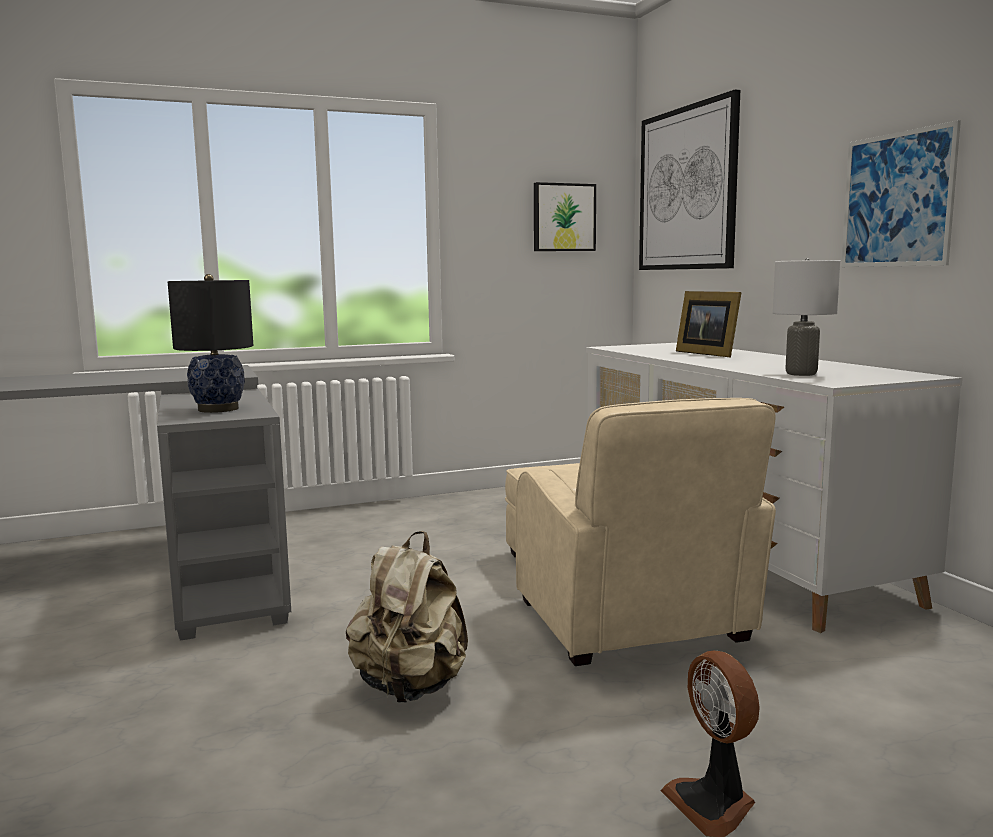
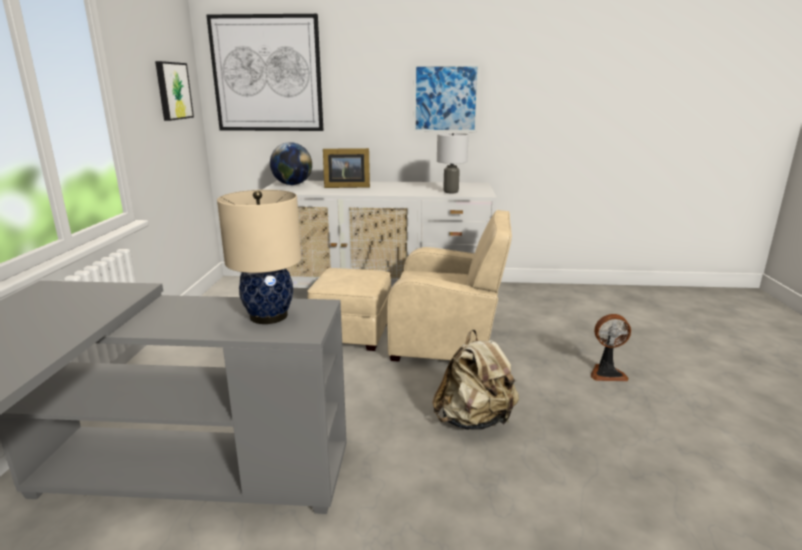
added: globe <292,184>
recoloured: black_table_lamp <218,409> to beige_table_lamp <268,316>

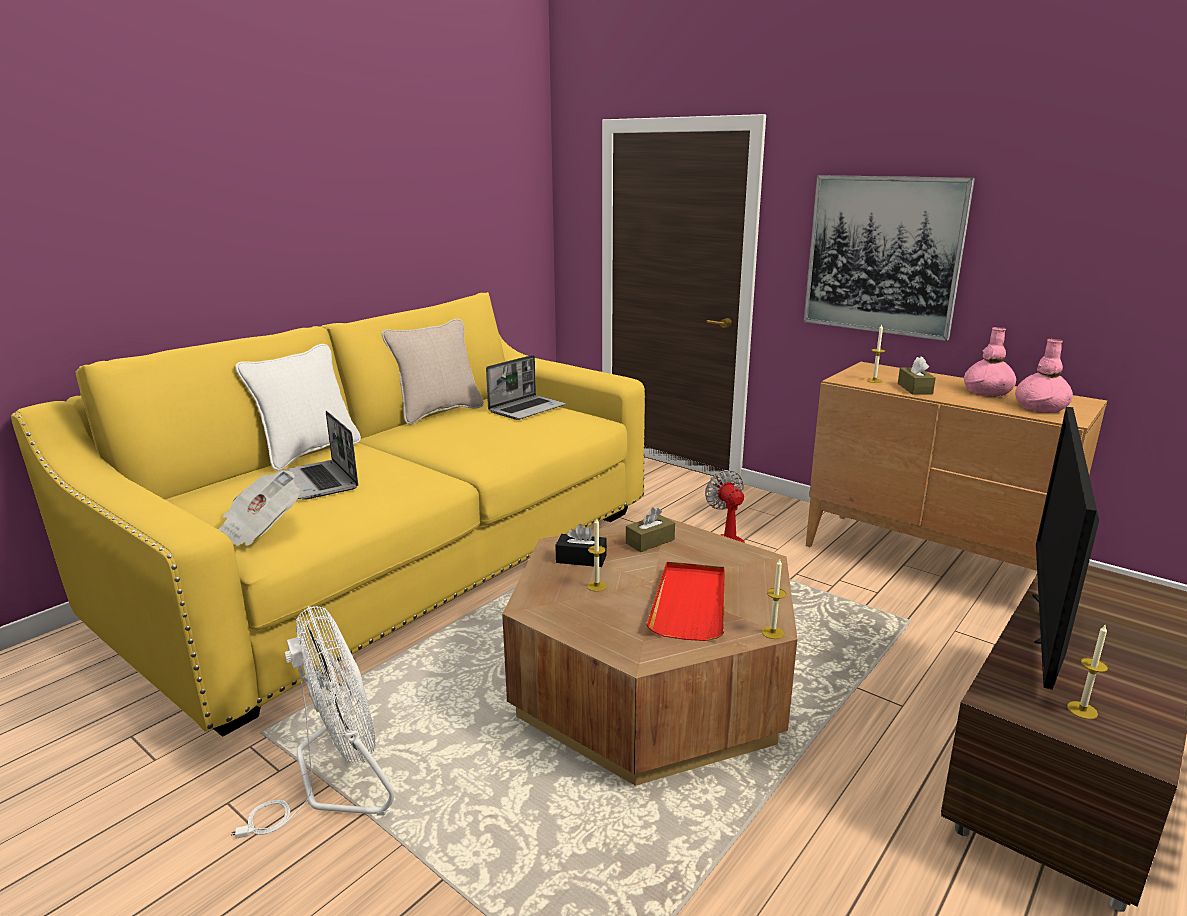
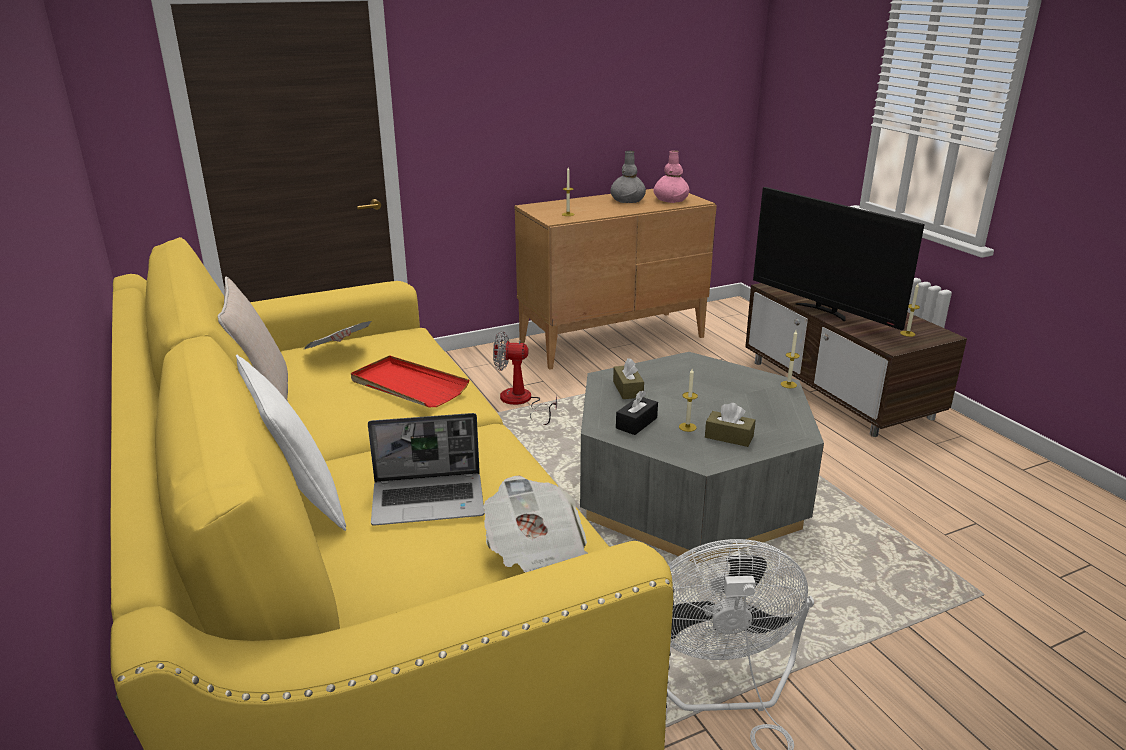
removed: picture <883,255>
moved: red_tray <690,603> to <408,386>; brown_tissue_box <914,389> to <729,437>
replaced: laptop <527,409> to newspaper <339,353>
recoloured: brown_coffee_table <650,684> to grey_coffee_table <689,490>; pink_vase <987,392> to grey_vase <628,200>

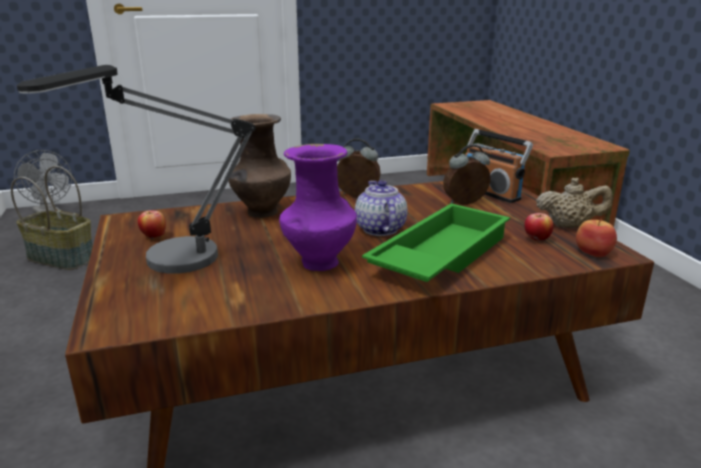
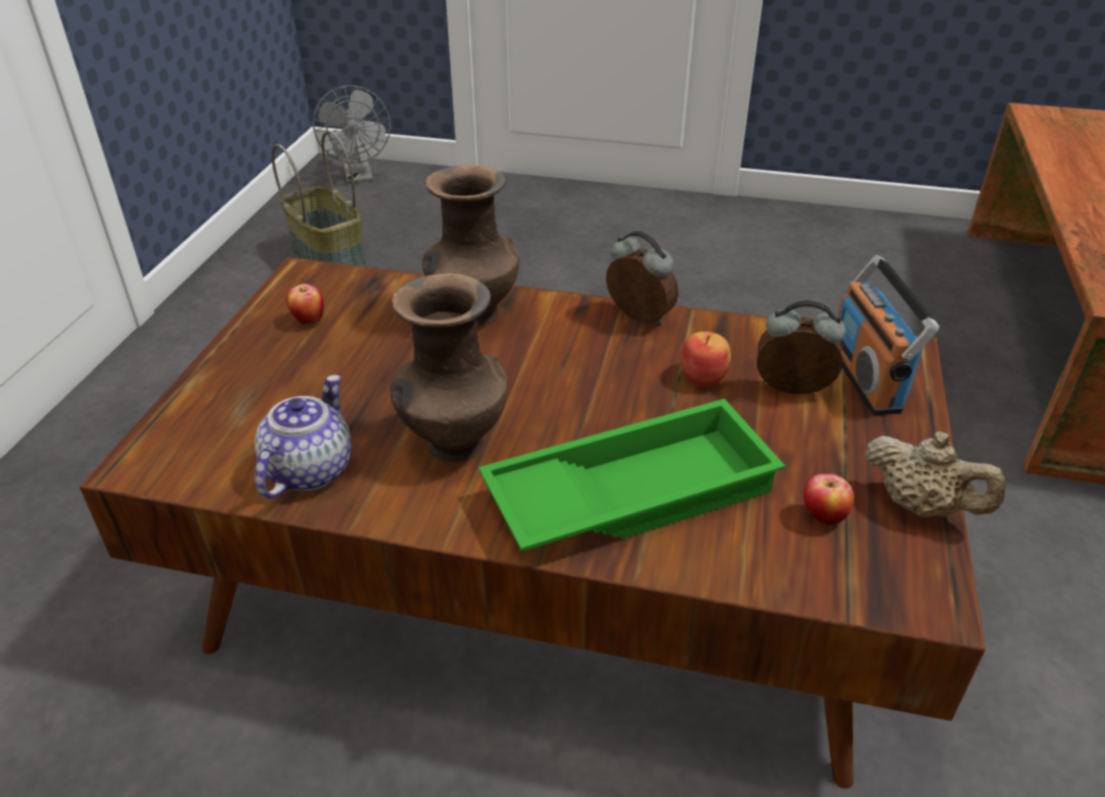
removed: table_lamp <167,266>
moved: teapot <379,229> to <308,469>; apple <593,252> to <703,377>
recoloured: purple_vase <318,263> to brown_vase <453,445>

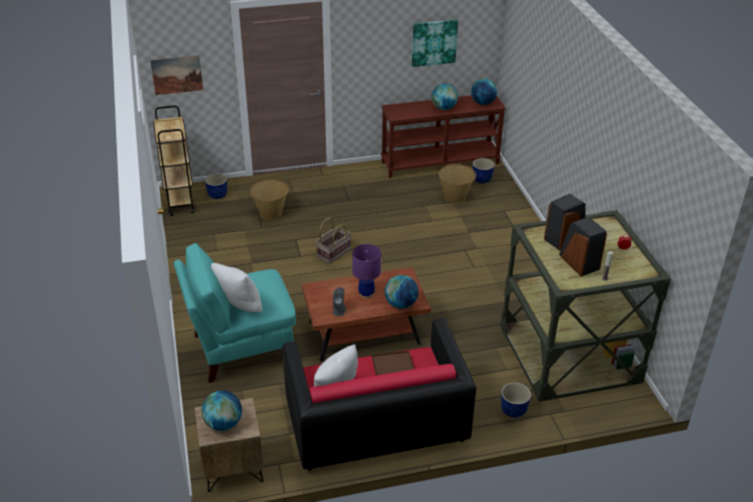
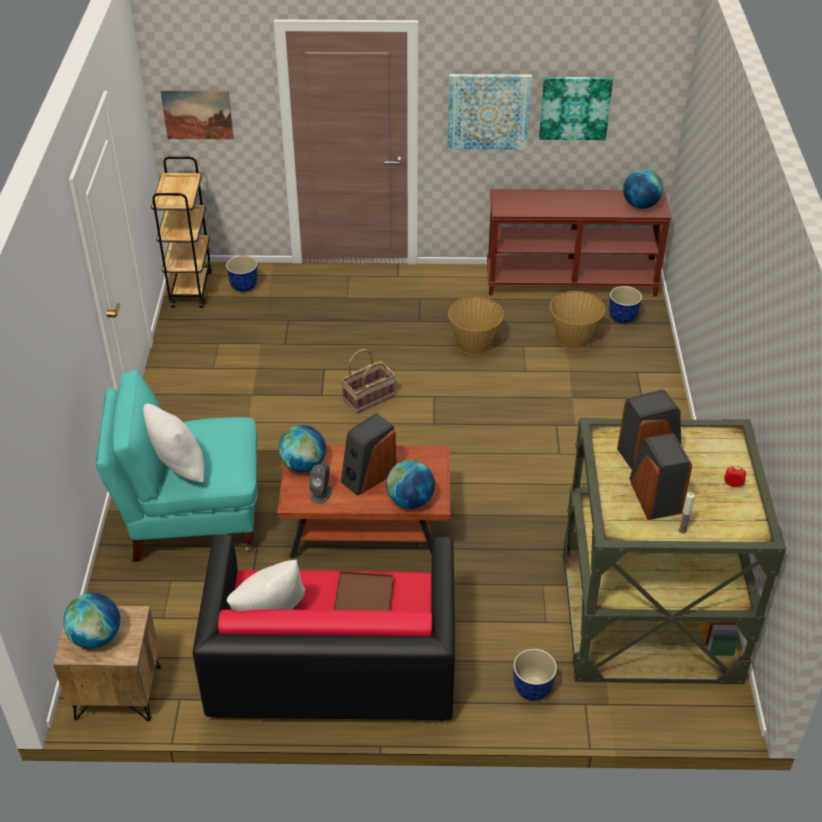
added: picture <488,111>
moved: basket <271,212> to <474,344>; globe <444,108> to <303,465>
replaced: purple_table_lamp <366,294> to speaker <368,476>

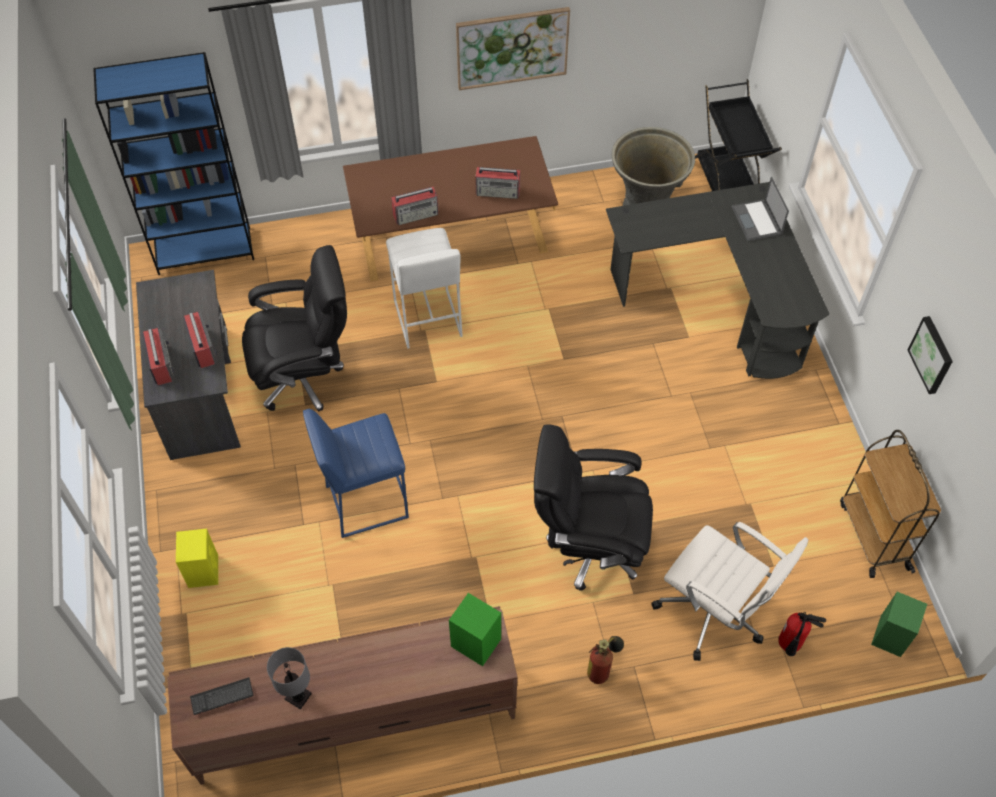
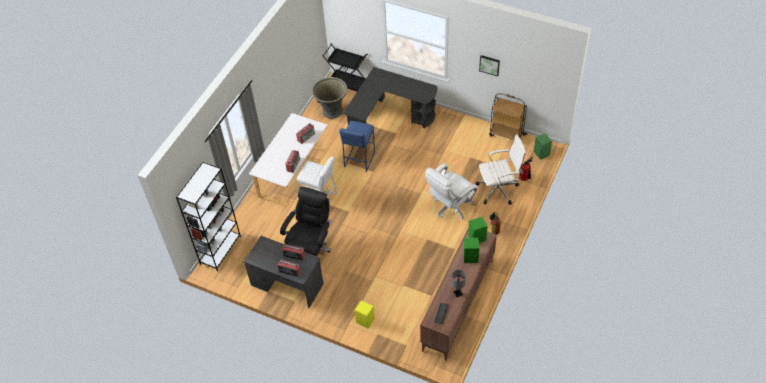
removed: picture <512,47>; laptop <757,221>
added: green_speaker <471,257>
moved: blue_stool <365,502> to <359,160>
recoloured: blue_bookcase <205,250> to white_bookcase <220,250>; brown_desk <452,243> to white_desk <293,173>; black_office_chair <589,547> to white_office_chair <450,207>

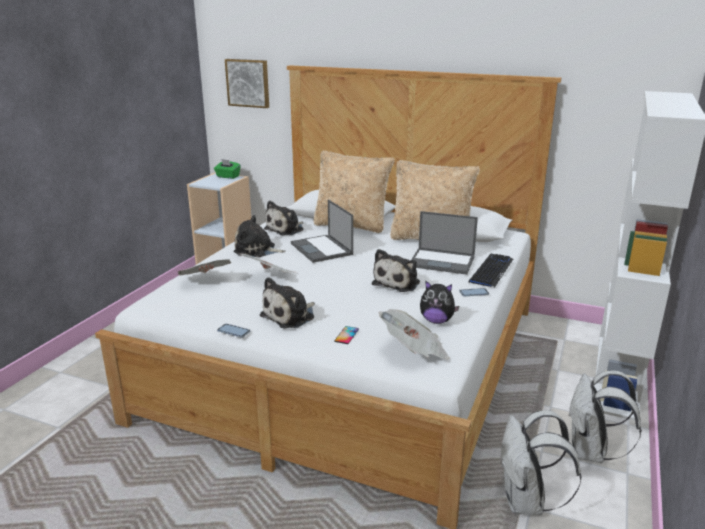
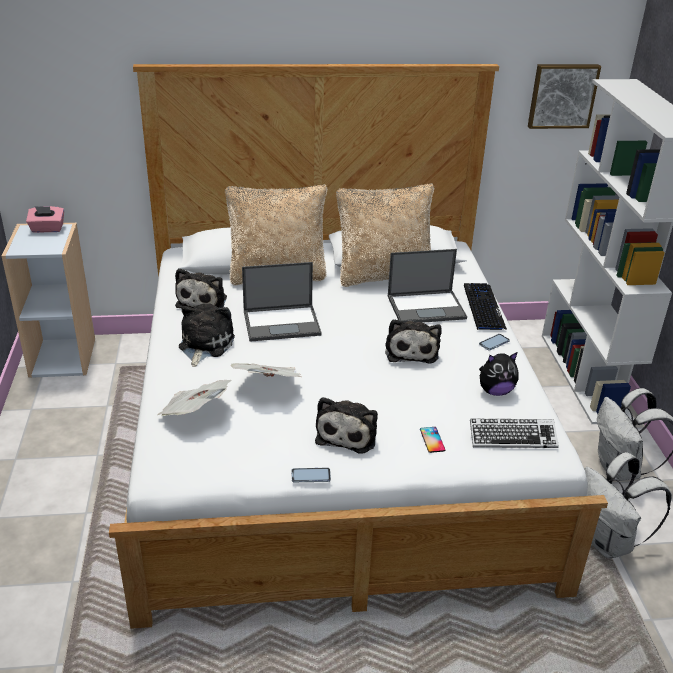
moved: picture <248,83> to <562,95>
replaced: newspaper <414,351> to keyboard <512,437>
recoloured: green_tissue_box <227,176> to pink_tissue_box <47,229>
turned: plush_toy <257,250> = <204,345> 120 degrees clockwise; laptop <322,249> = <282,323> 45 degrees counterclockwise

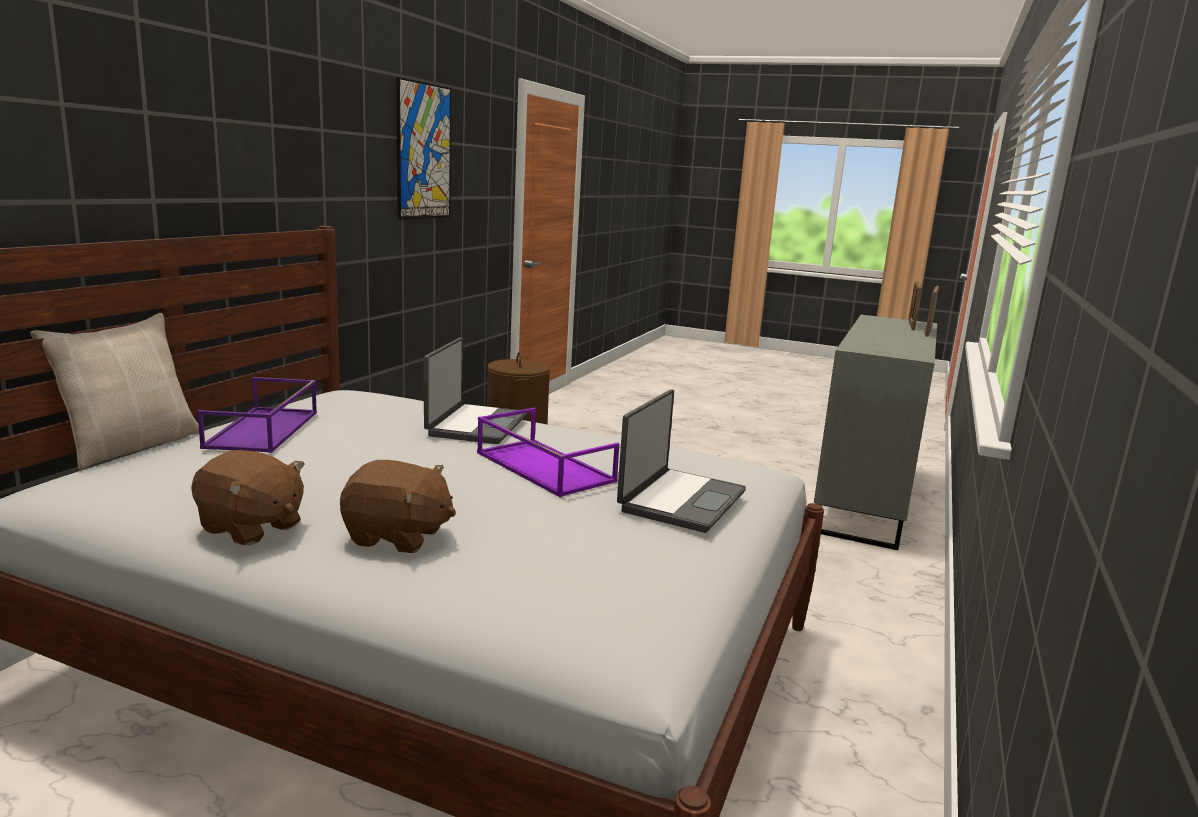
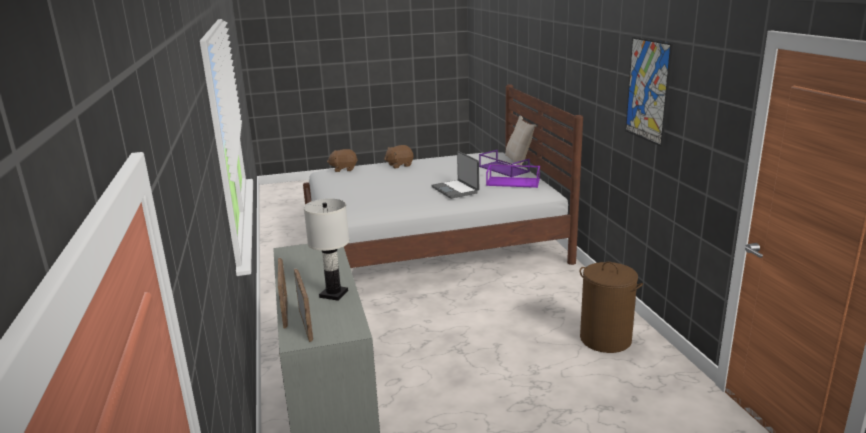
removed: laptop <680,501>
added: white_table_lamp <333,294>
moved: brown_plush_toy <251,528> to <344,169>; purple_tray <542,467> to <513,182>

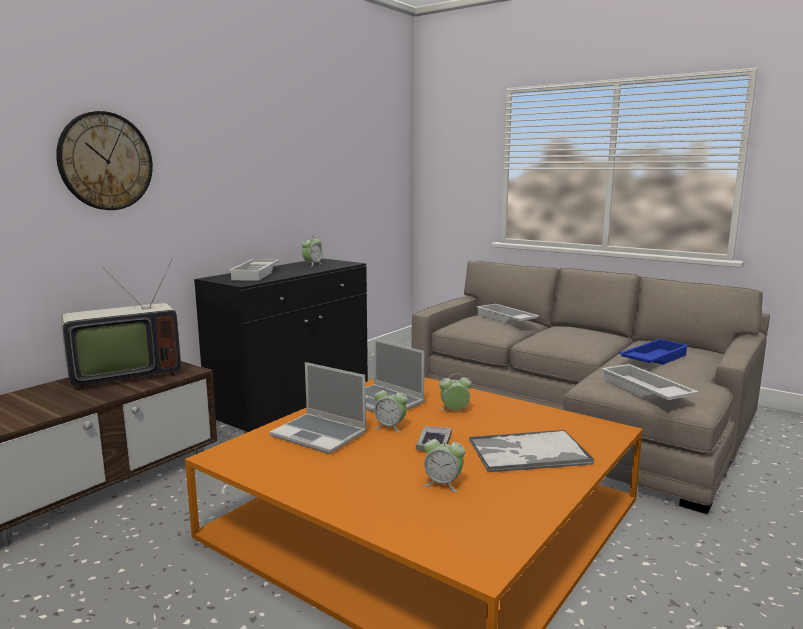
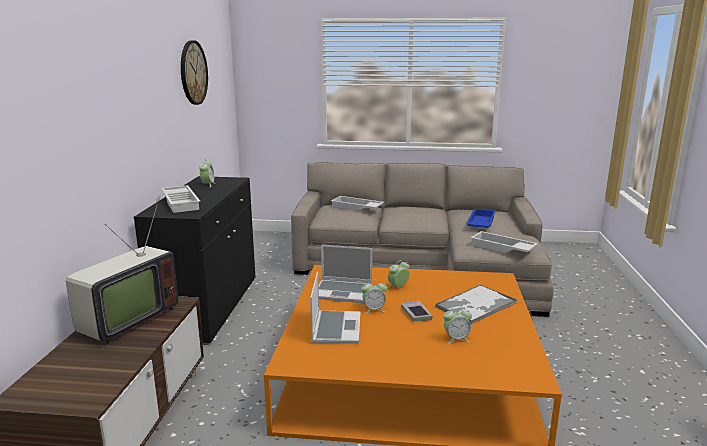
moved: wall_clock <105,161> to <193,73>
turned: laptop <320,434> = <335,328> 90 degrees counterclockwise

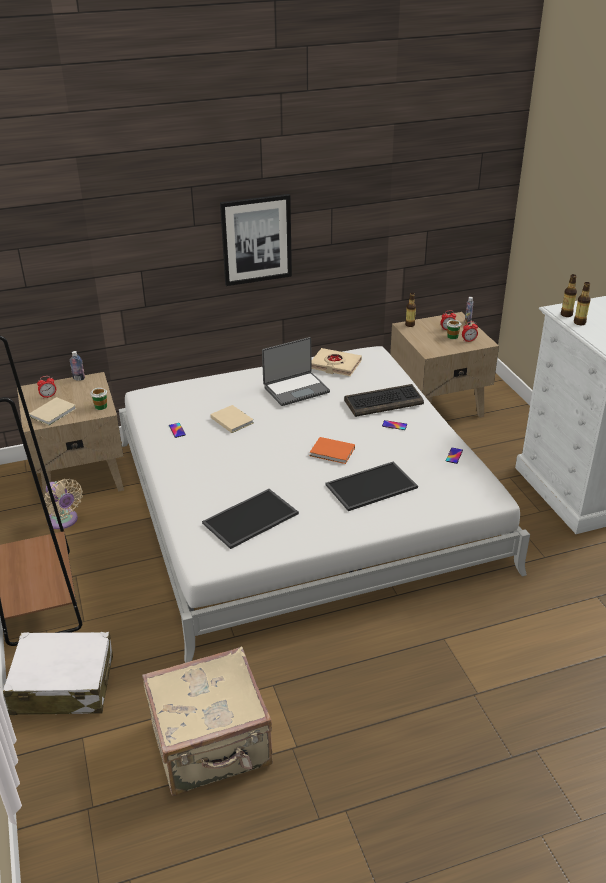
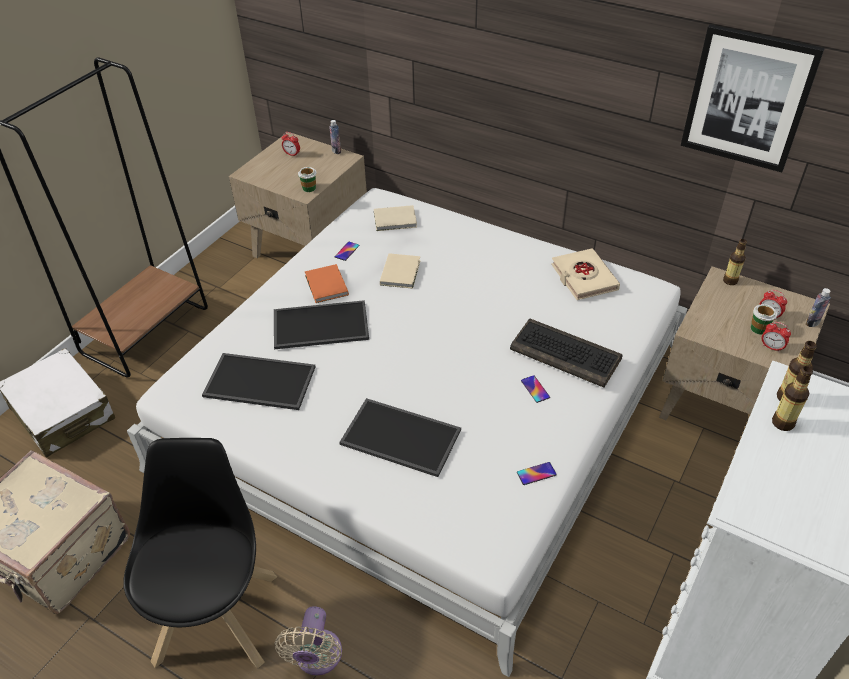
removed: laptop <296,389>
added: black_chair <218,613>; tray <319,326>
moved: beige_book <54,412> to <396,220>; beige_fan <64,521> to <317,658>; picture <256,239> to <747,99>; orange_book <333,452> to <326,286>

